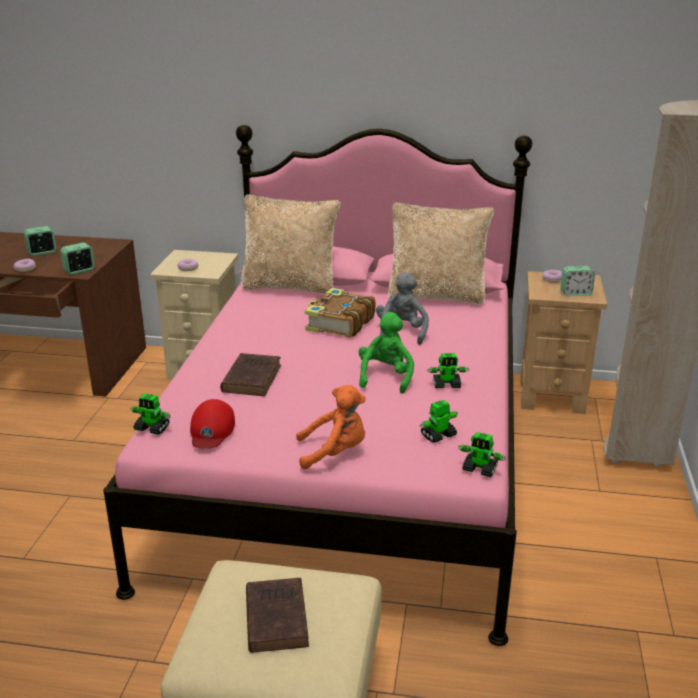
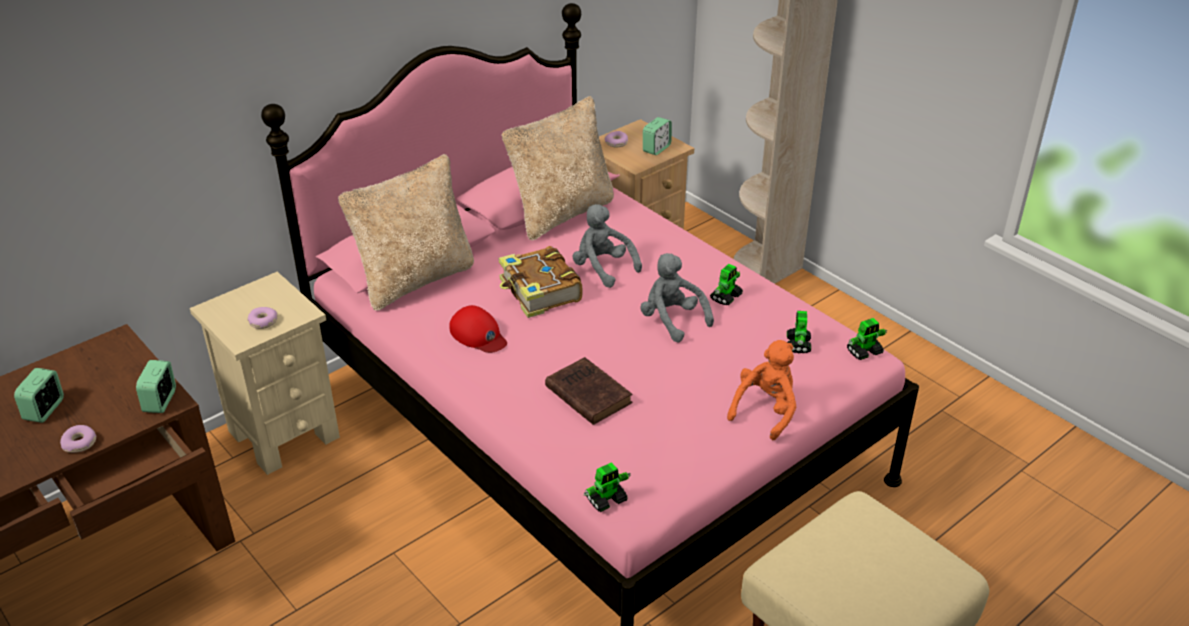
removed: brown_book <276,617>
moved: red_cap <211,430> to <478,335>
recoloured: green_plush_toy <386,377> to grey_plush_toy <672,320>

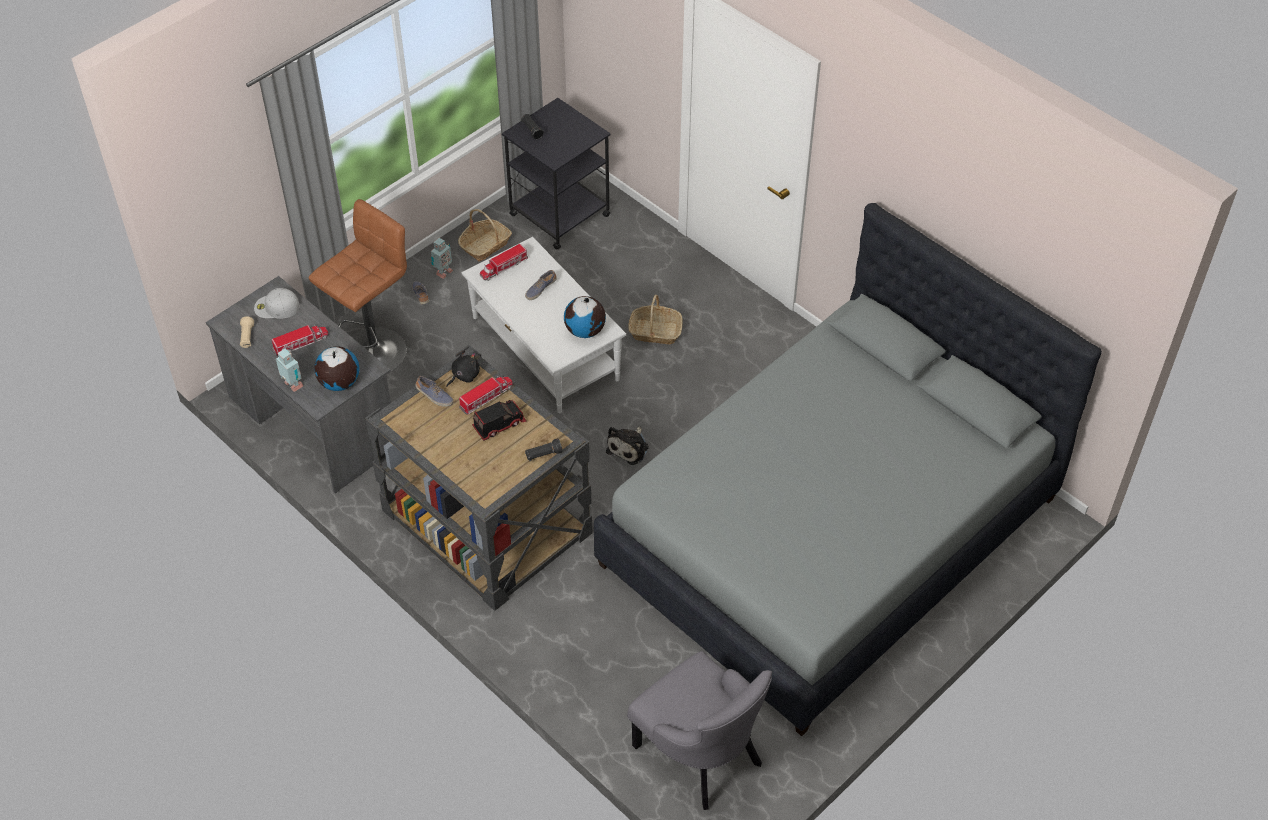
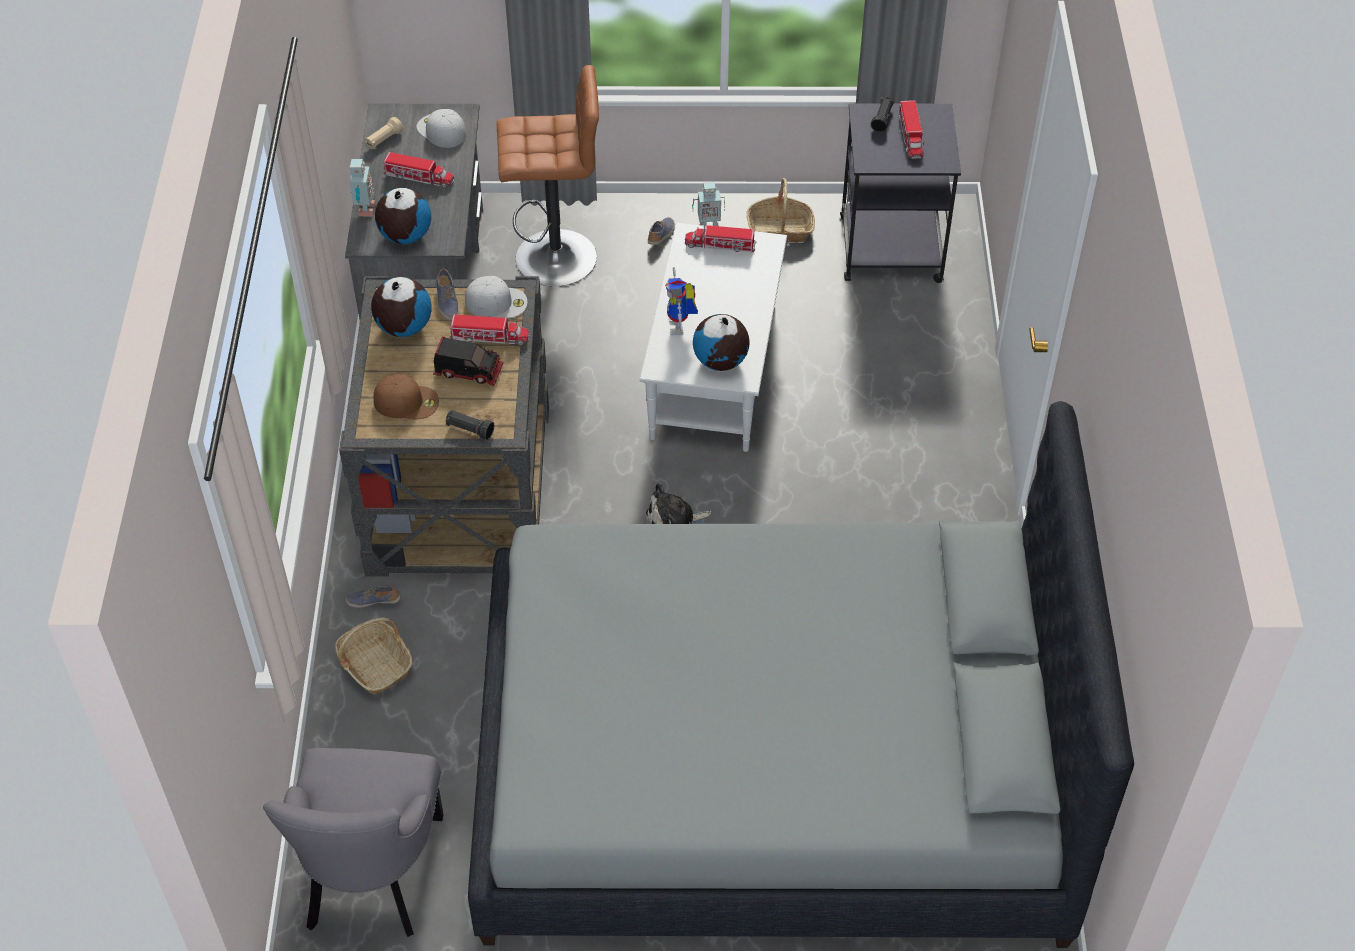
added: globe <403,327>; brown_cap <407,401>; toy_robot <681,327>; toy_truck <910,137>
moved: shoe <540,289> to <374,601>; basket <655,332> to <375,664>
replaced: black_plush_toy <464,376> to white_cap <497,302>

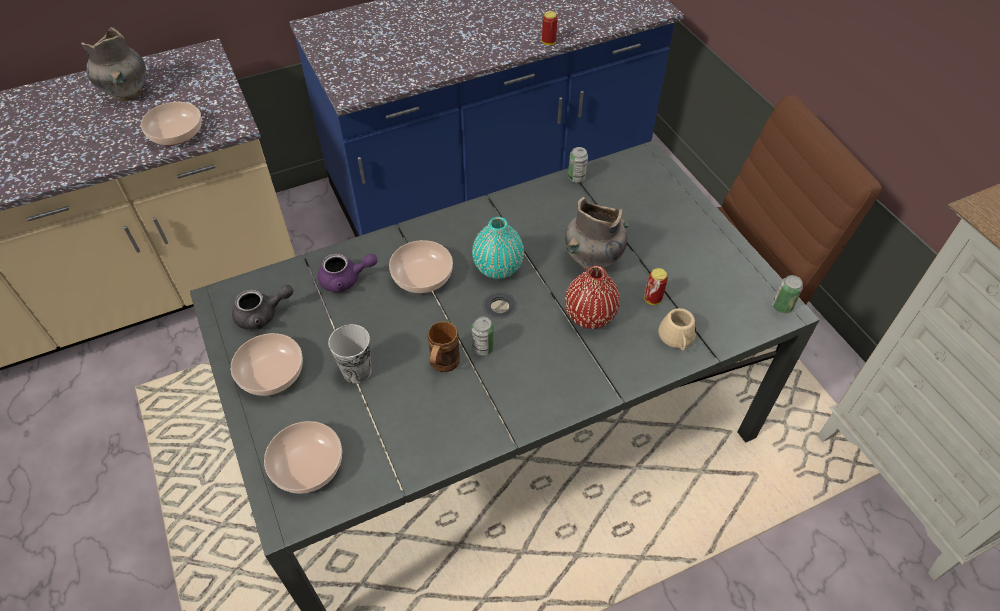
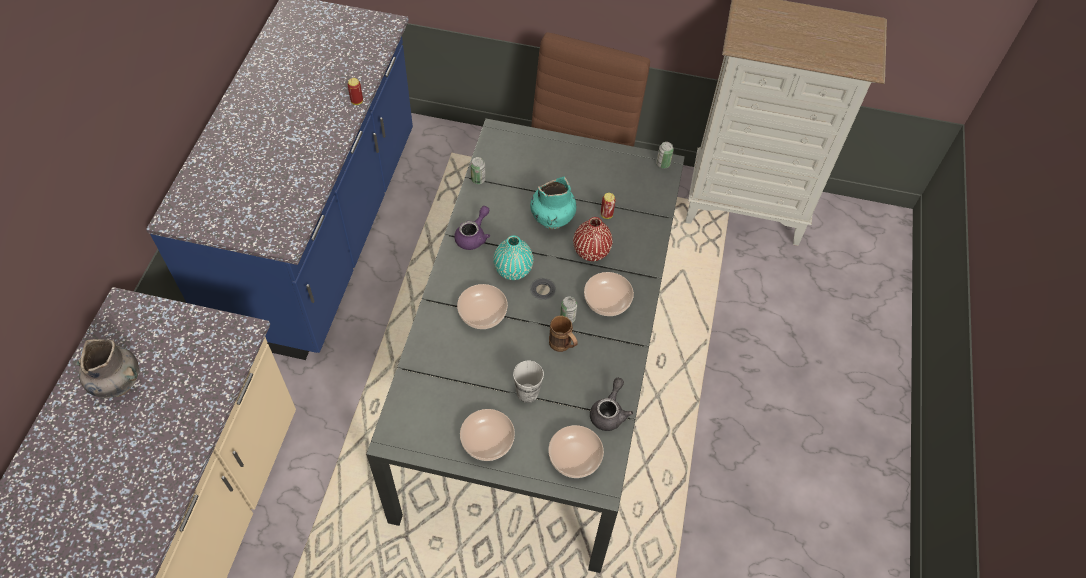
removed: beige_mug <677,339>
moved: bowl <176,134> to <607,301>; grey_teapot <263,315> to <609,412>; purple_teapot <346,280> to <473,236>
recoloured: grey_vase <593,259> to turquoise_vase <552,219>

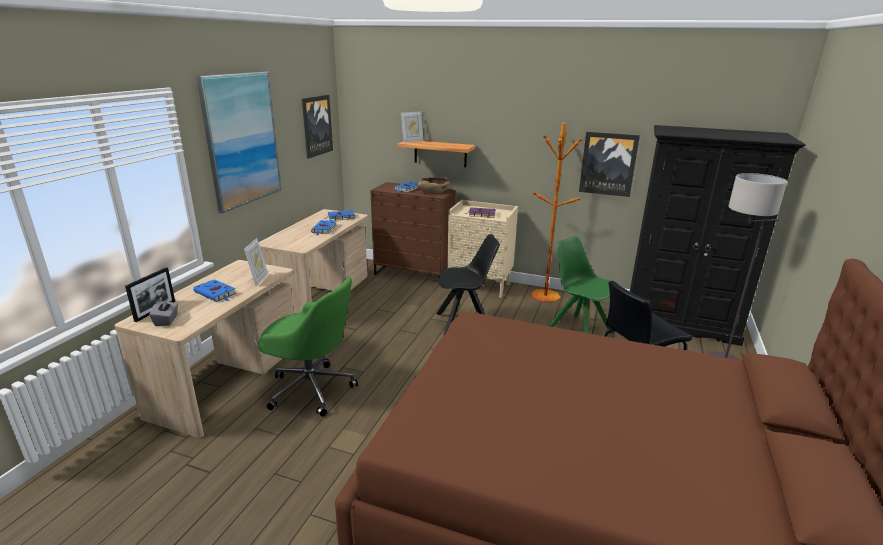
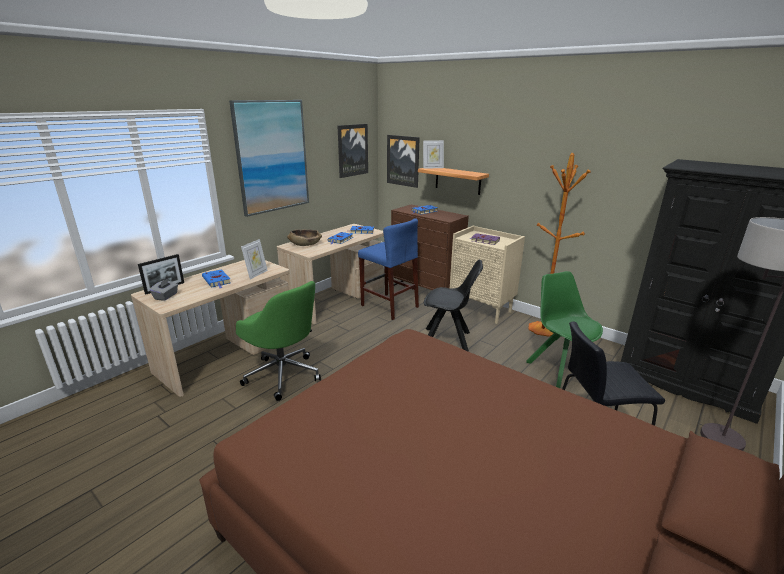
added: blue_stool <389,306>
moved: brown_bowl <433,192> to <305,244>; picture <608,164> to <403,161>

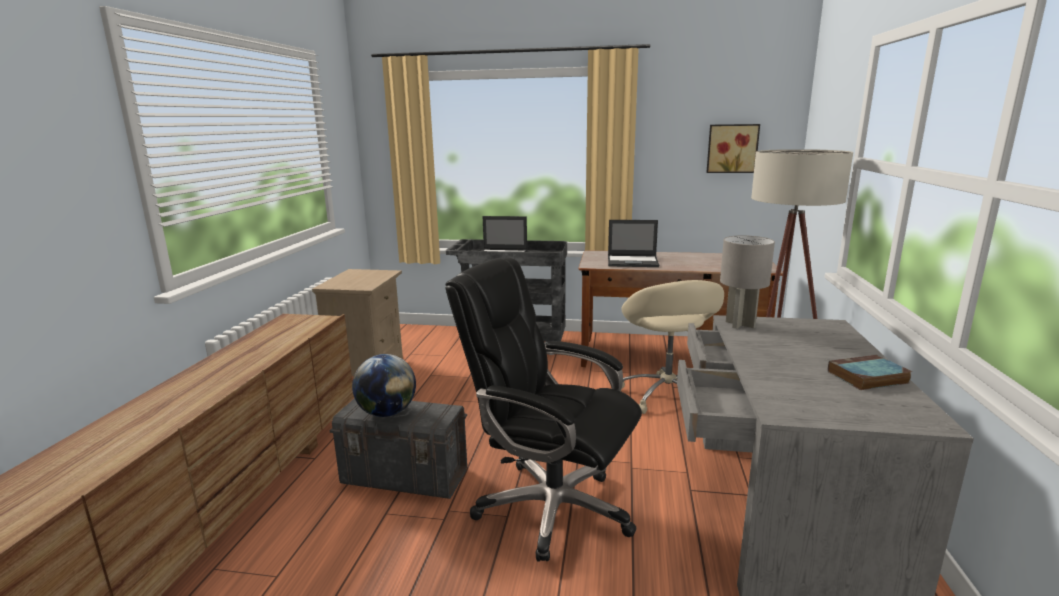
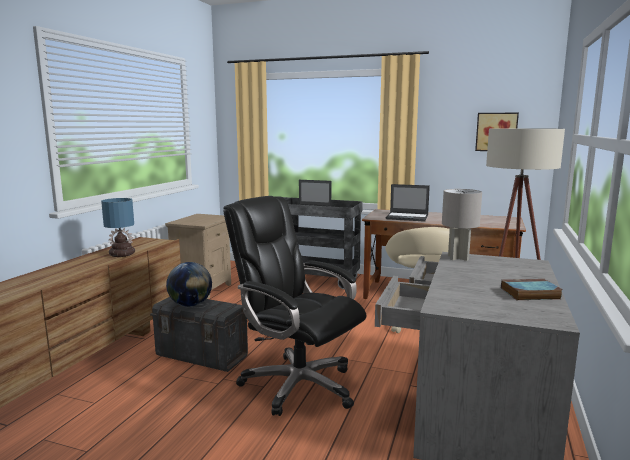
added: table_lamp <121,254>

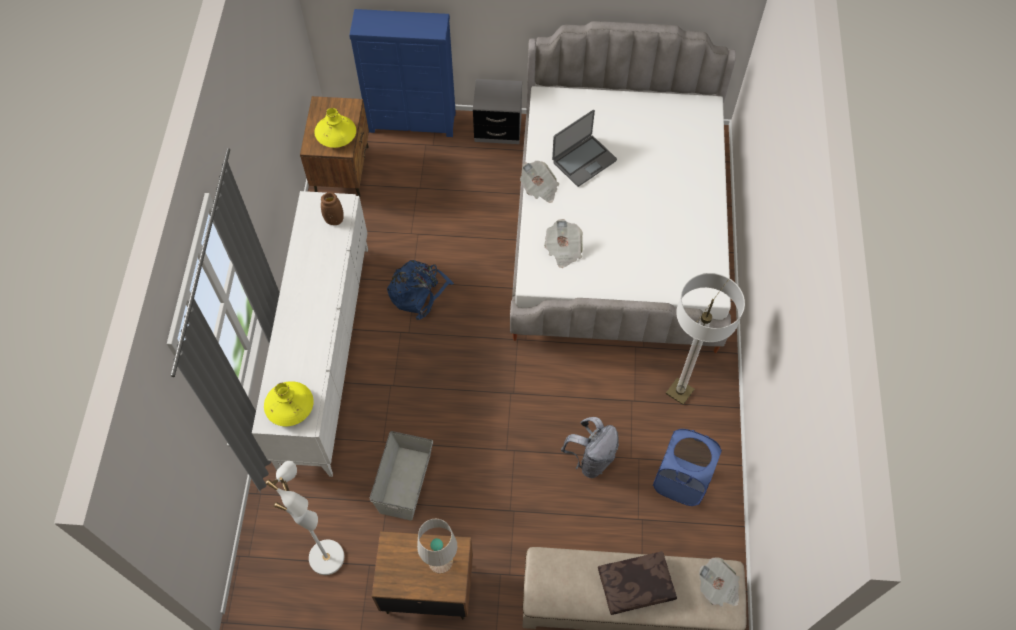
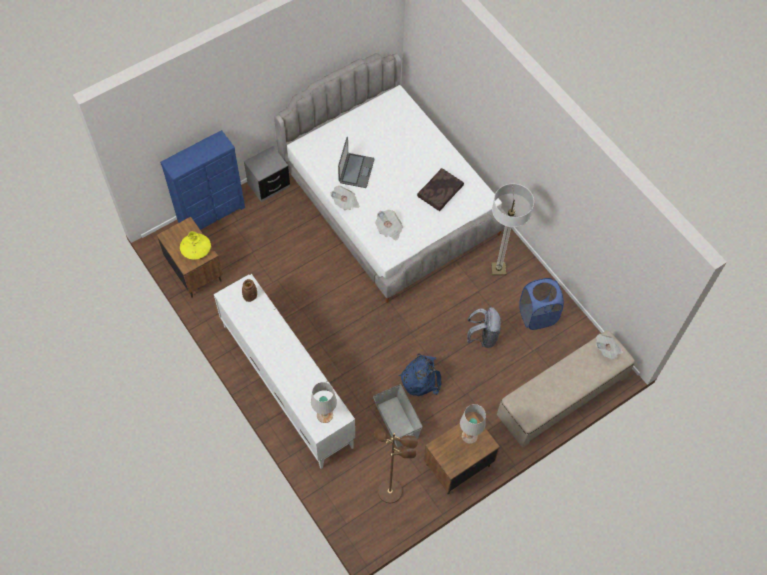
moved: blue_backpack <418,293> to <420,378>; brown_pillow <635,586> to <440,193>
replaced: yellow_vase <290,407> to white_table_lamp <324,415>
recoloured: white_floor_lamp <328,557> to brown_floor_lamp <390,490>

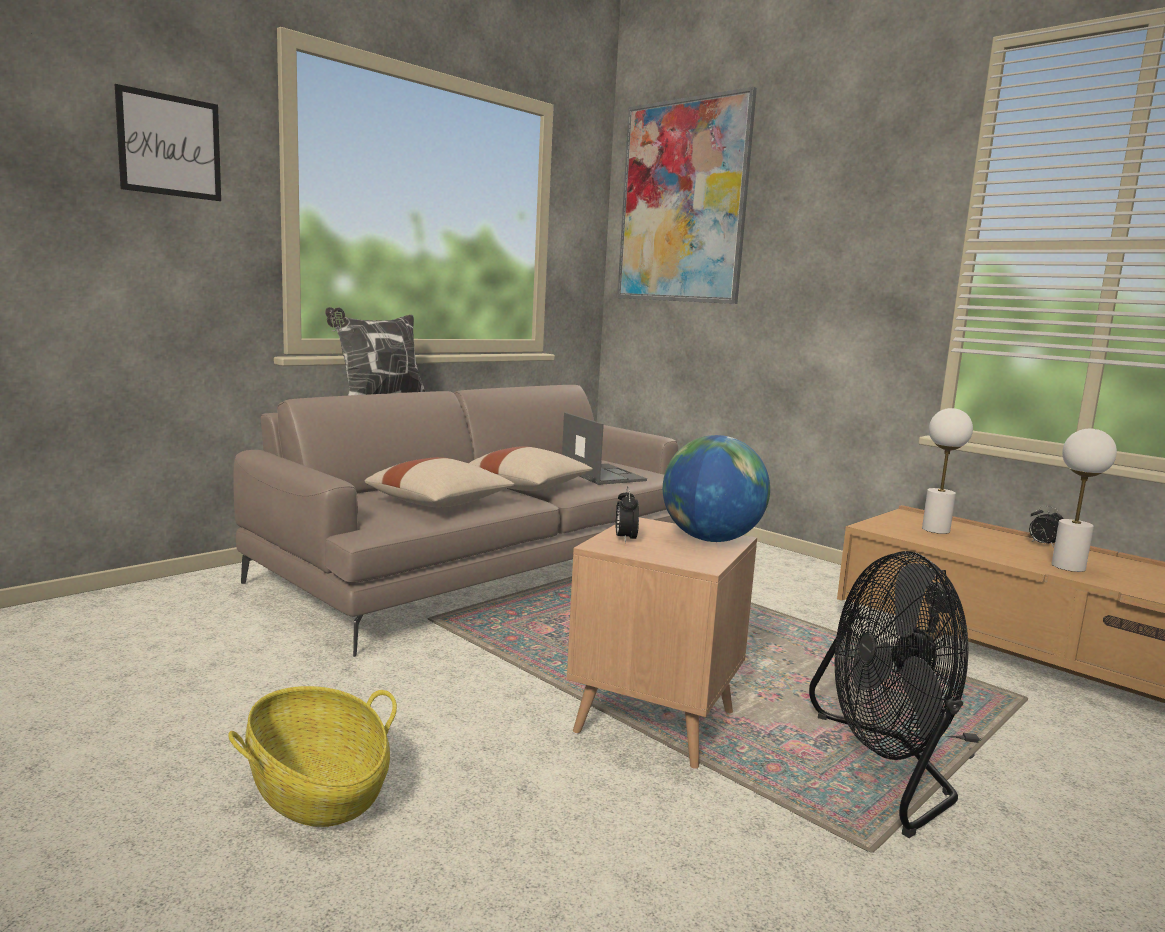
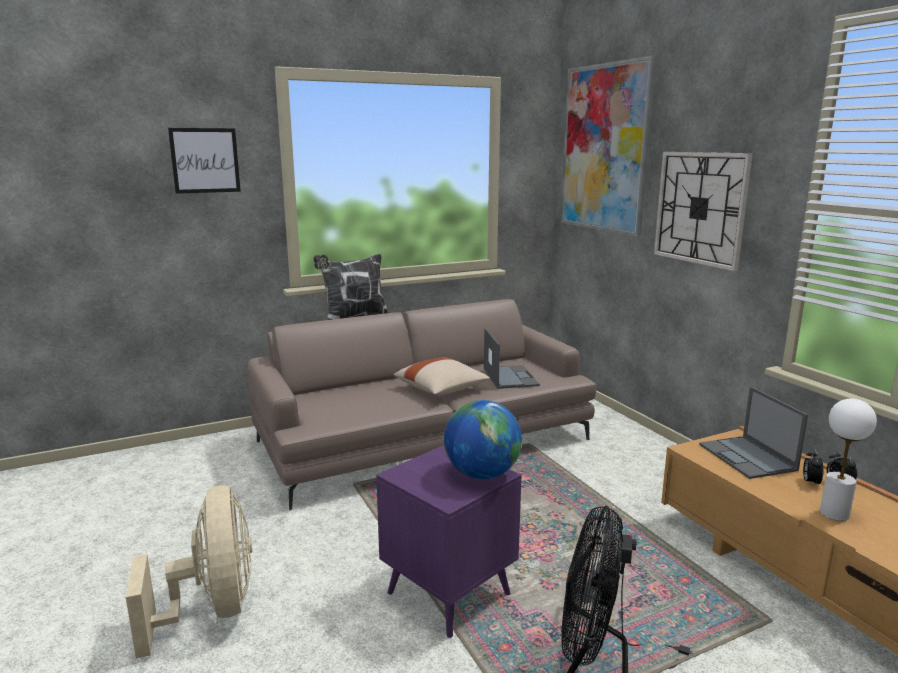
removed: beige_pillow <440,504>
added: wall_clock <700,208>
moved: alarm_clock <625,539> to <810,482>
replaced: basket <317,790> to beige_fan <212,610>; white_table_lamp <936,530> to laptop <748,458>
recoloured: brown_side_table <655,722> to purple_side_table <448,594>

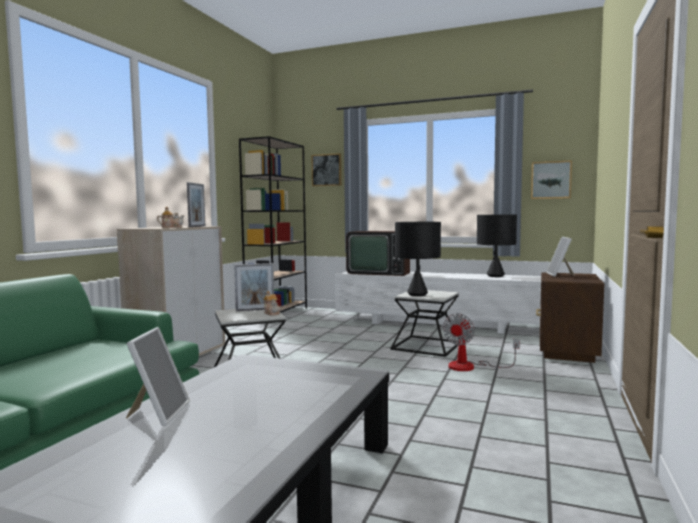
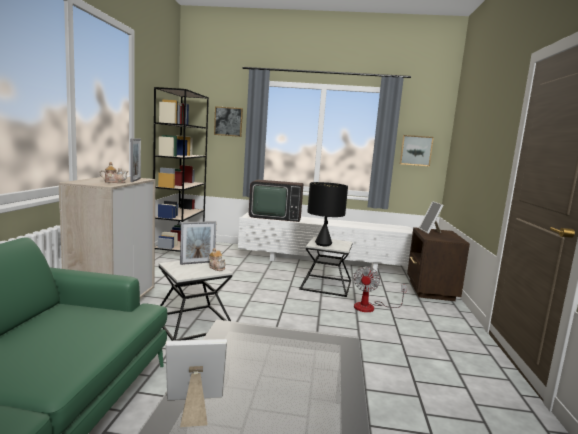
removed: black_table_lamp <495,276>
turned: picture_frame <158,413> = <194,409> 90 degrees counterclockwise

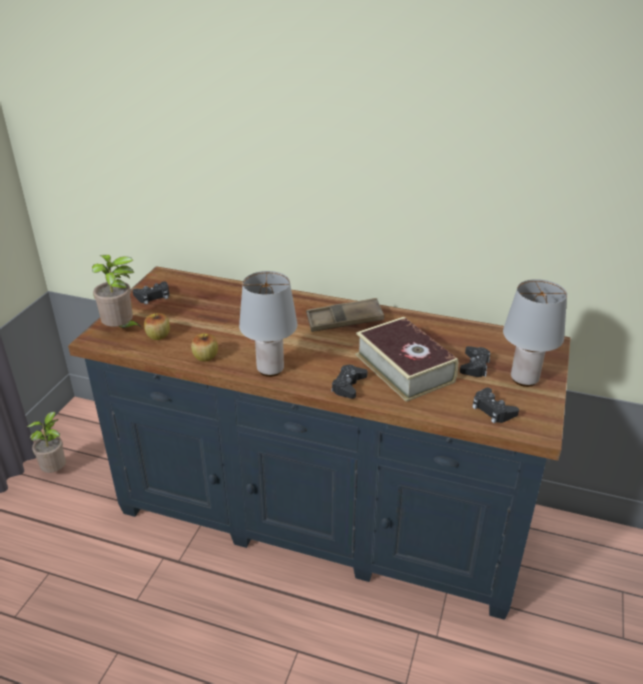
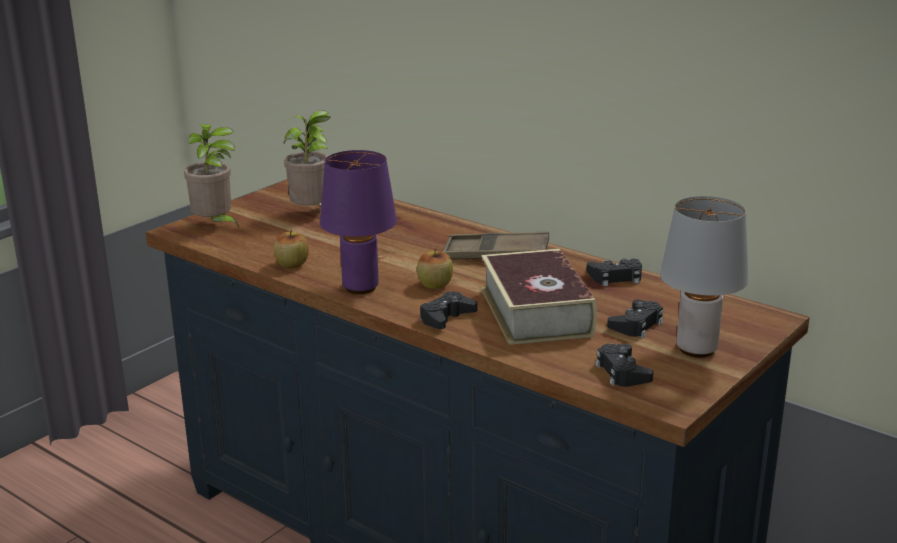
moved: potted_plant <56,470> to <312,213>; black_game_controller <153,296> to <616,277>; apple <158,336> to <435,285>
recoloured: grey_table_lamp <269,369> to purple_table_lamp <359,287>

